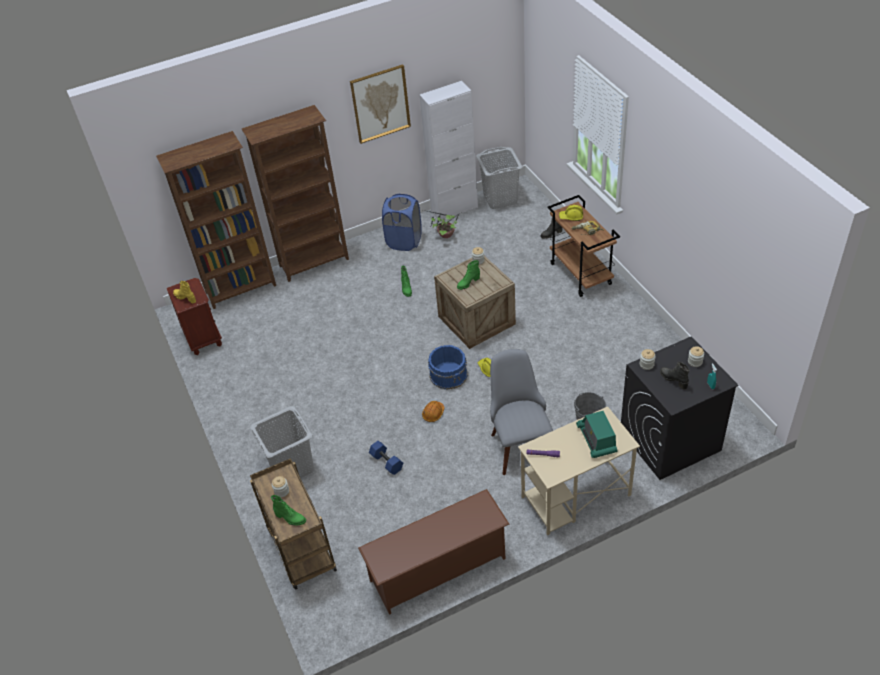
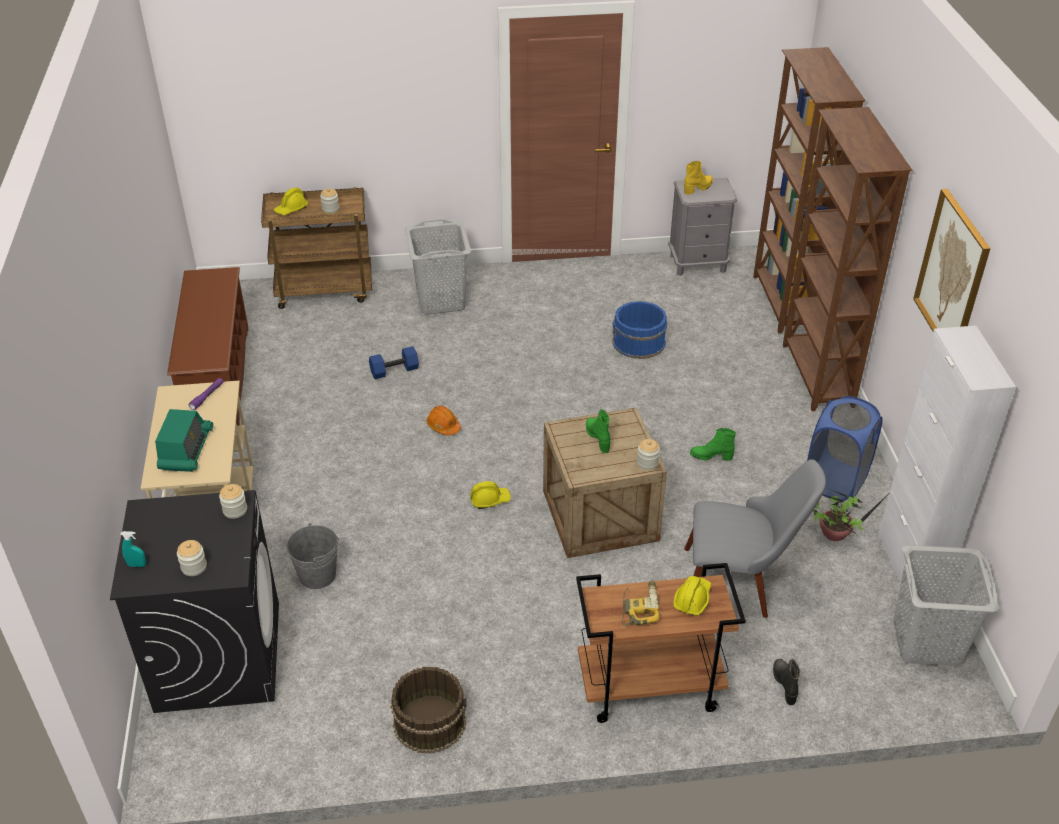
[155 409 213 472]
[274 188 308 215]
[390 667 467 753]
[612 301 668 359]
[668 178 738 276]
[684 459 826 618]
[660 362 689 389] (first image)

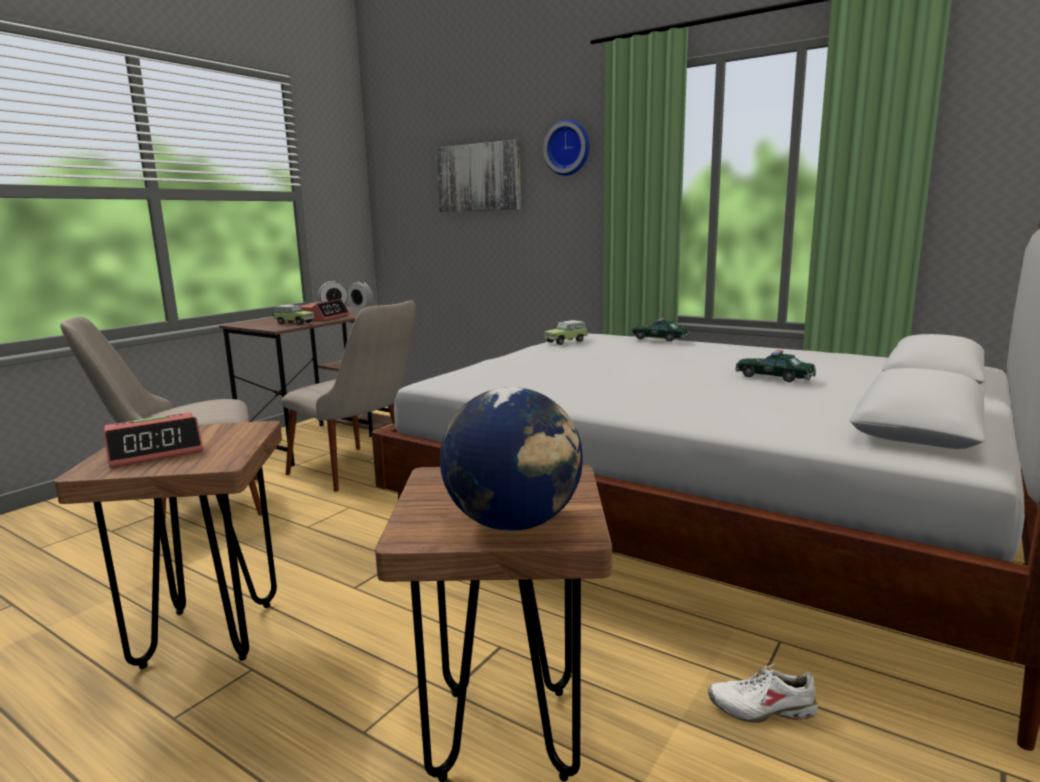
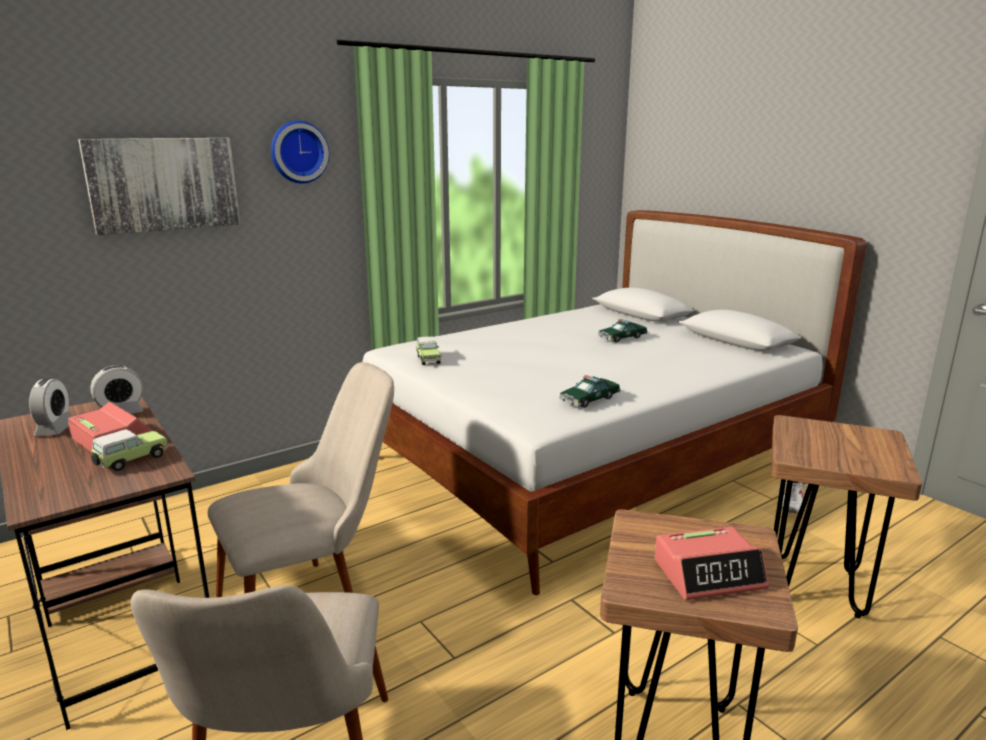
[559 375 621 408]
[655 527 769 600]
[440 387 583 531] (first image)

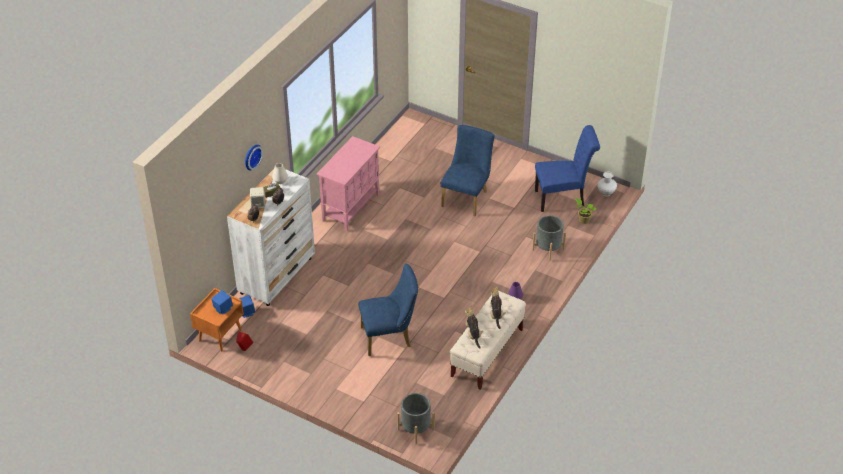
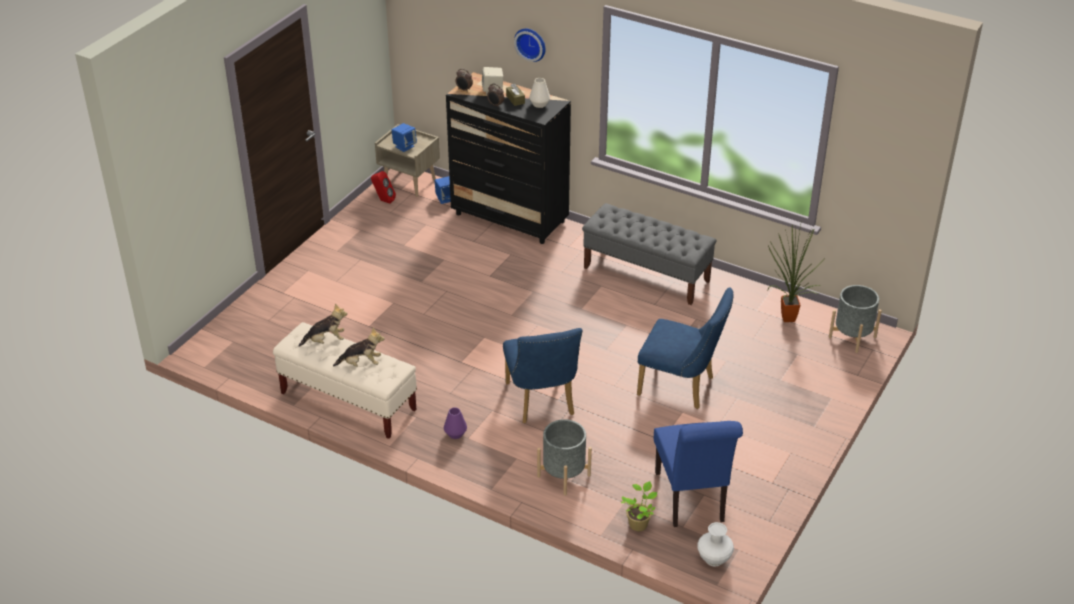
[375 124 440 197]
[446 72 571 244]
[503 328 582 423]
[582 203 716 305]
[768 220 825 322]
[829 285 882 353]

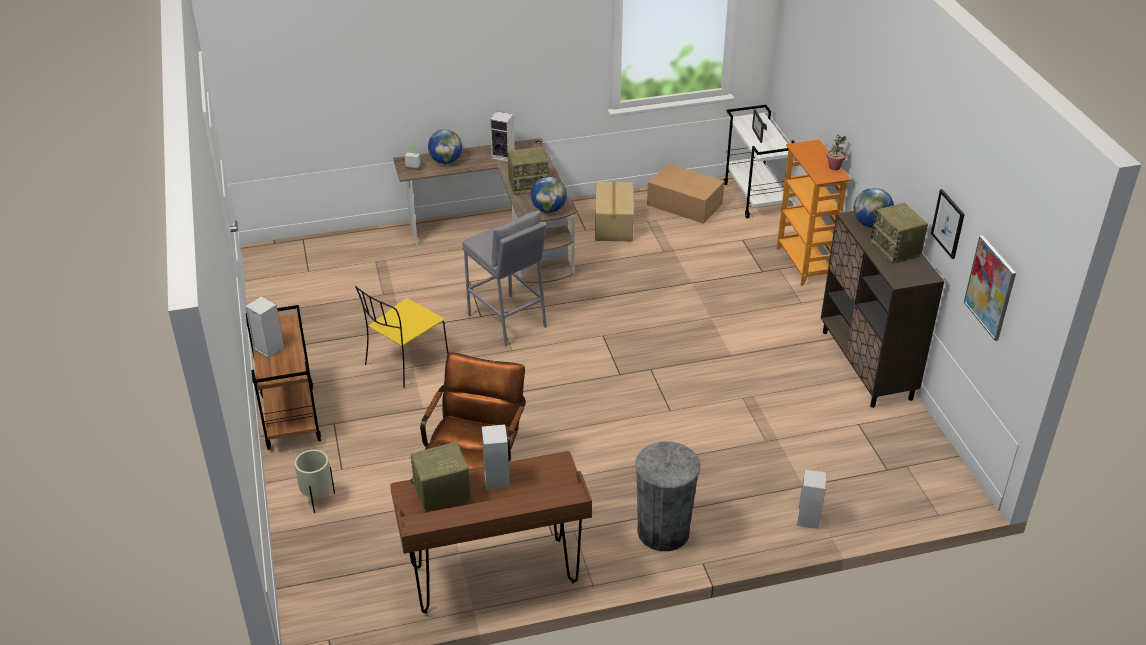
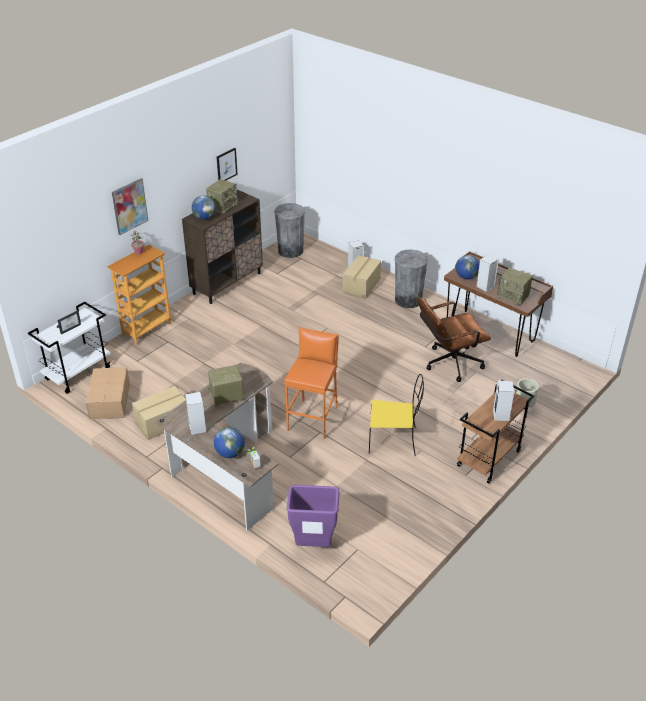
[112 178 148 235]
[208 365 244 406]
[274 203 305 258]
[284 327 339 439]
[287 485 340 547]
[342 255 381 299]
[456 255 480 280]

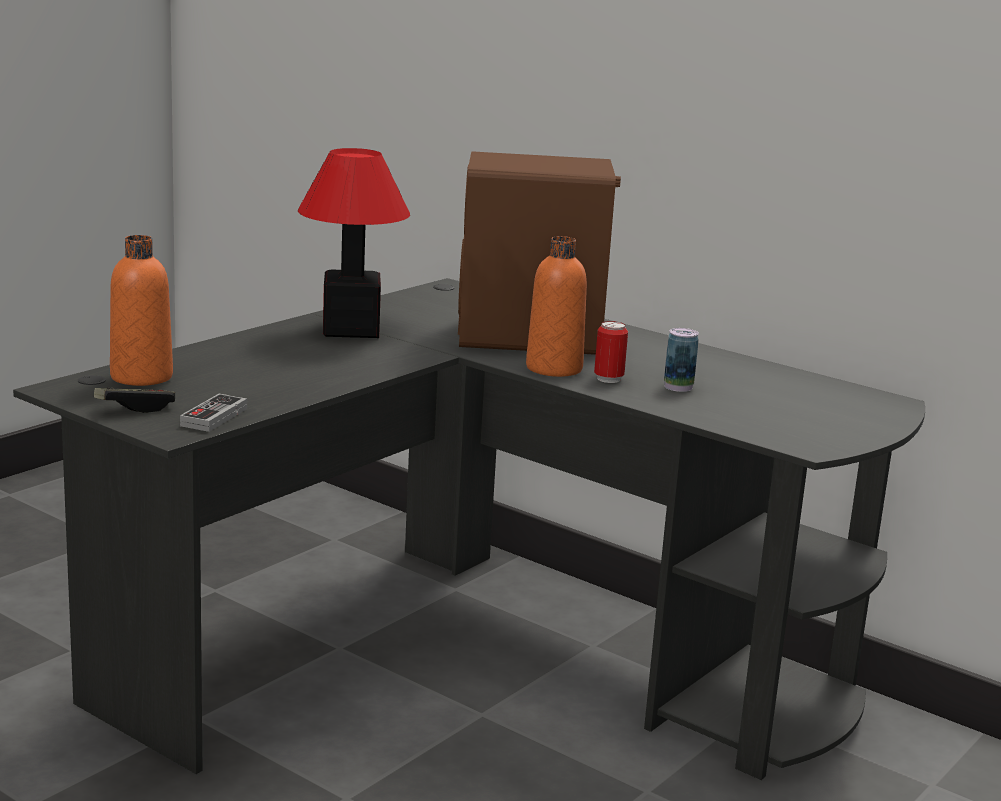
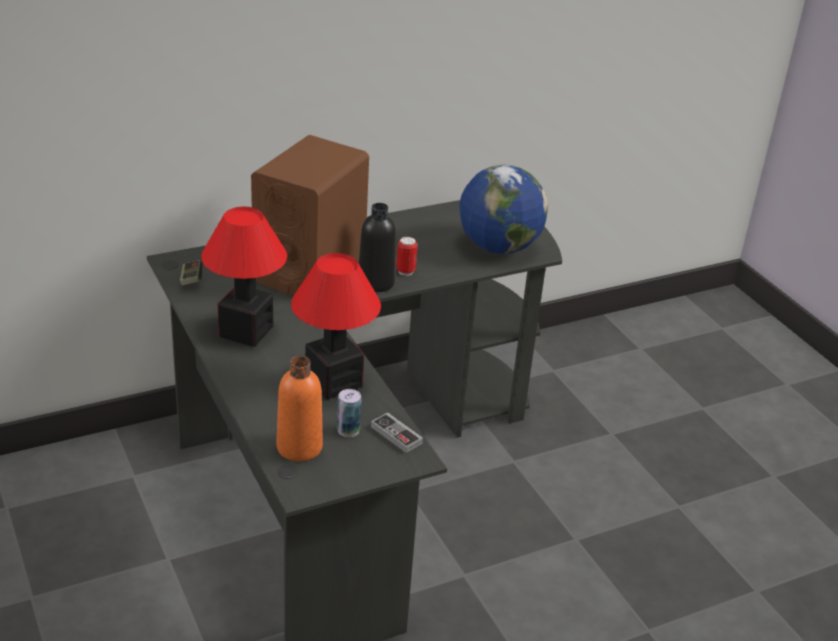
[180 260 202 285]
[291 253 381 399]
[337 389 361 437]
[359 203 396 292]
[460 165 548 254]

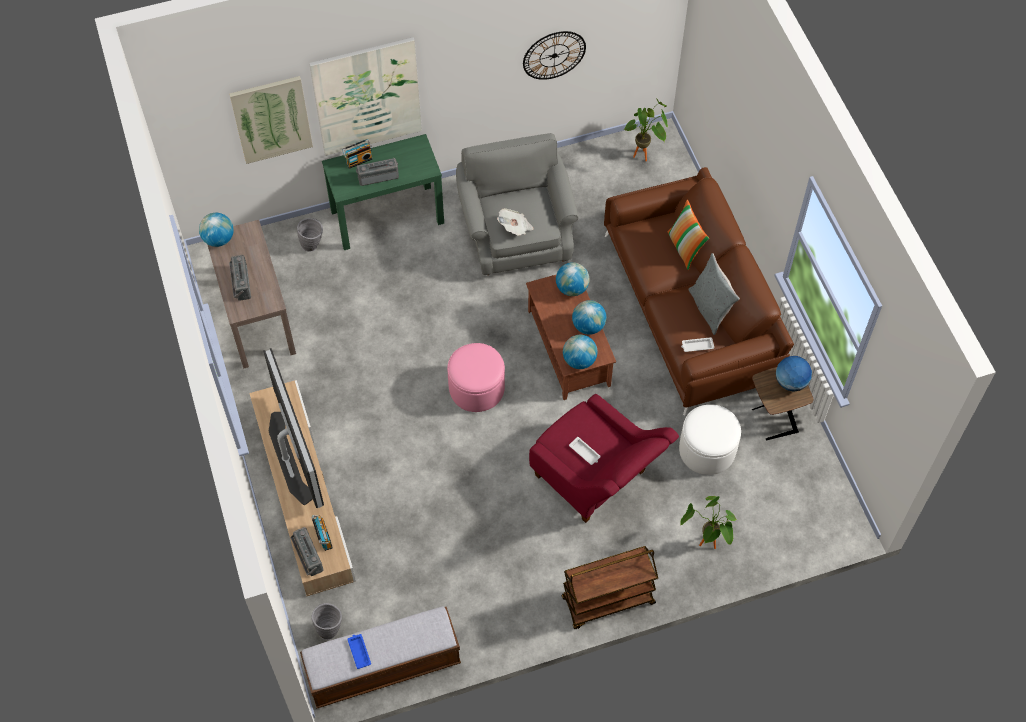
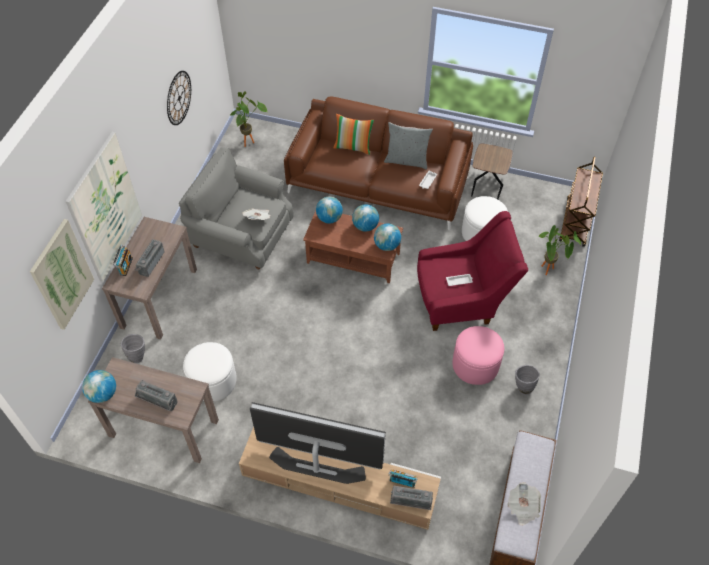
[102 217 197 339]
[183 342 237 401]
[453 326 504 385]
[508 482 541 526]
[515 365 540 395]
[559 157 603 247]
[776 356 812 392] (first image)

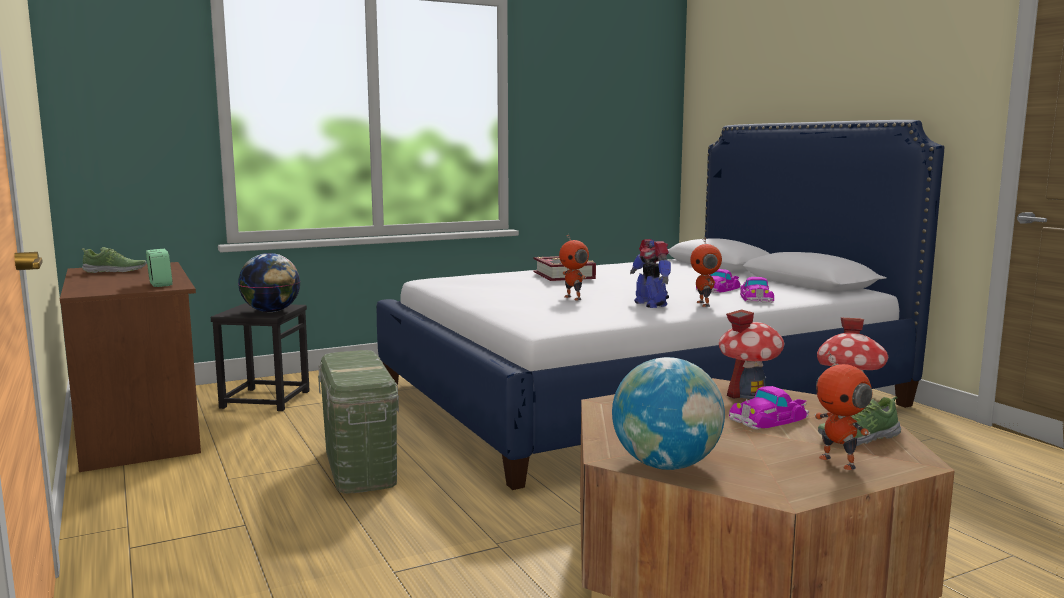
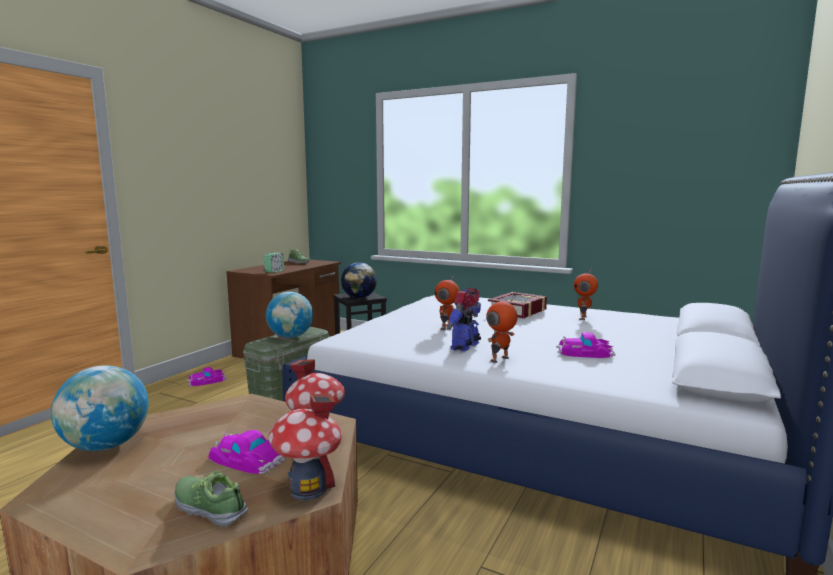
[187 367 227 386]
[266 292 313 338]
[574 269 598 320]

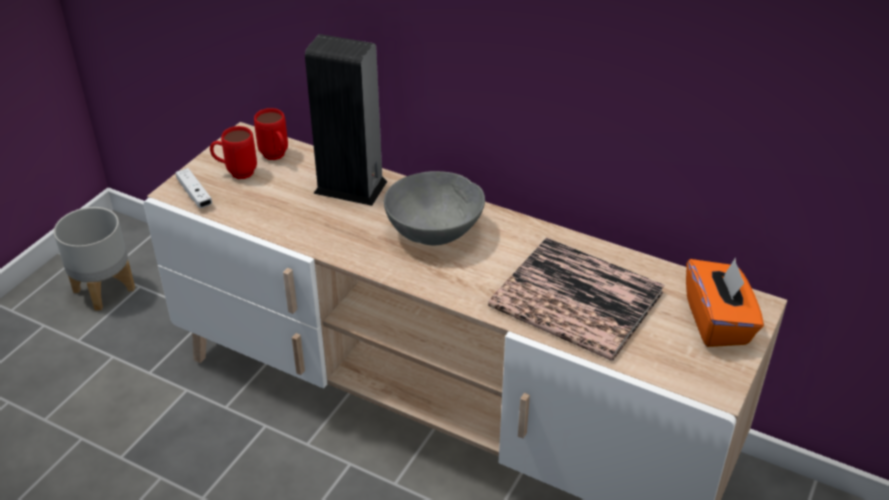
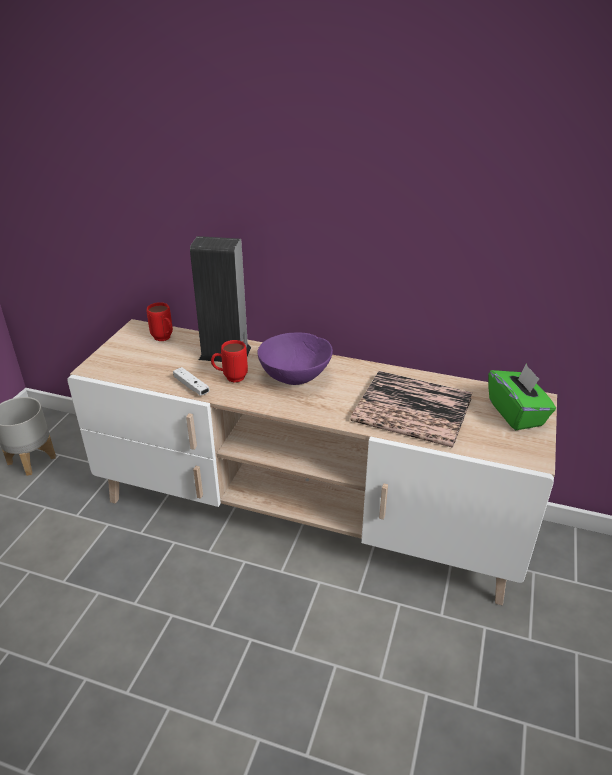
[173 367 210 396]
[211 340 248 383]
[257 333 333 385]
[488 364 556 430]

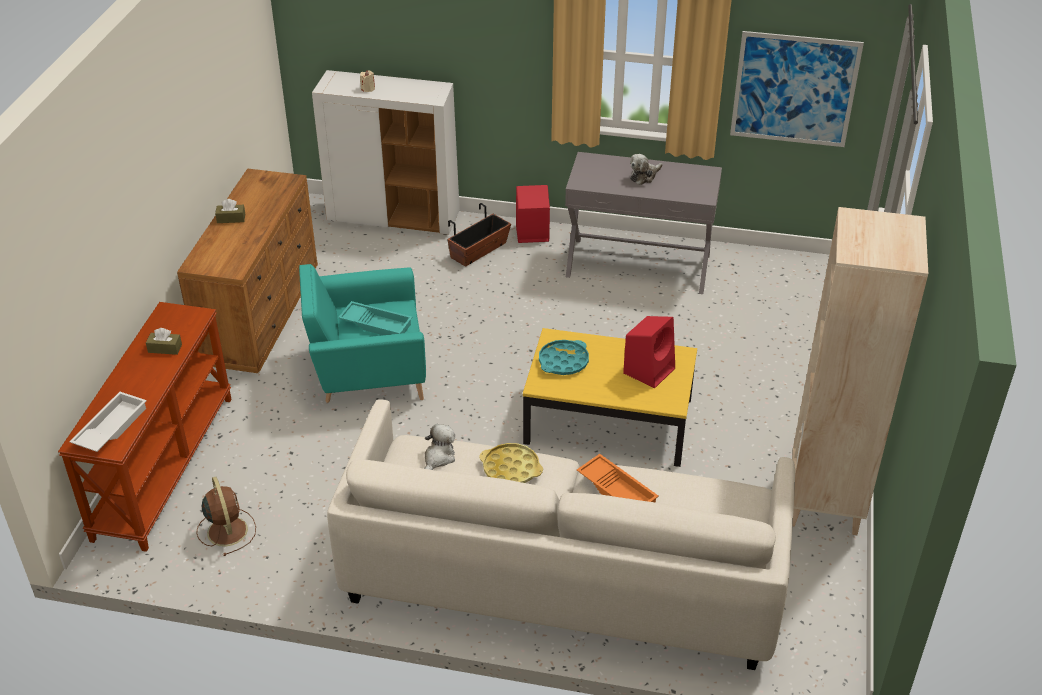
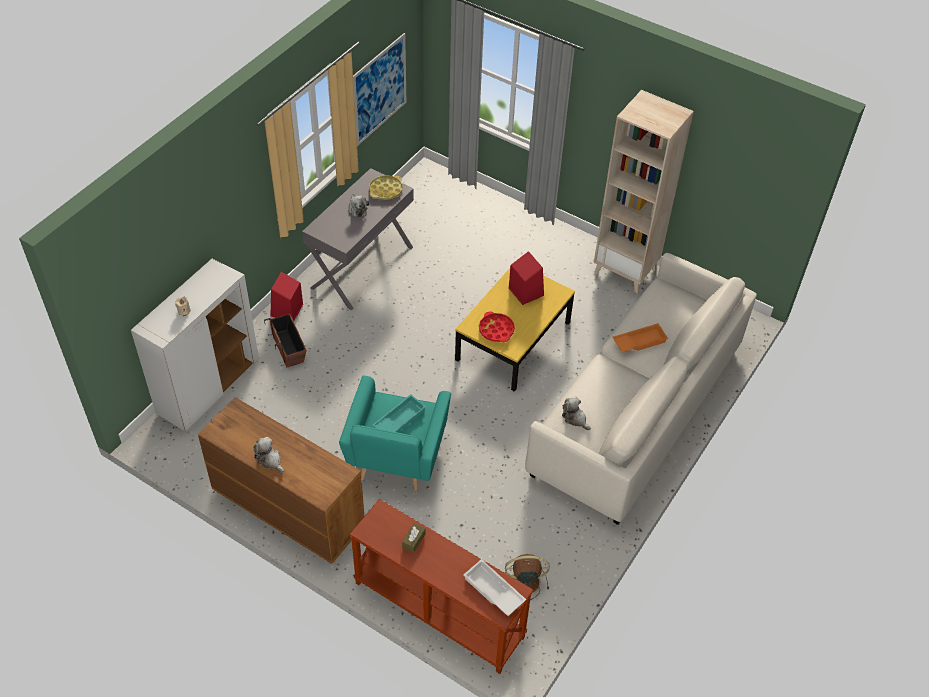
[253 437 284 473]
[369 175 403 200]
[479 311 515 342]

